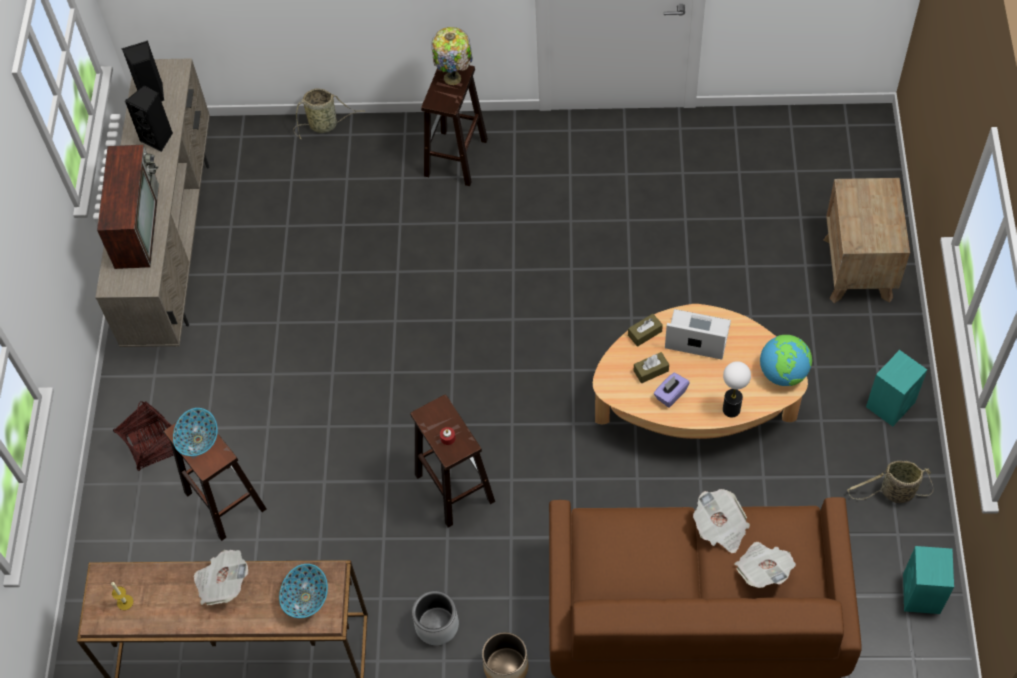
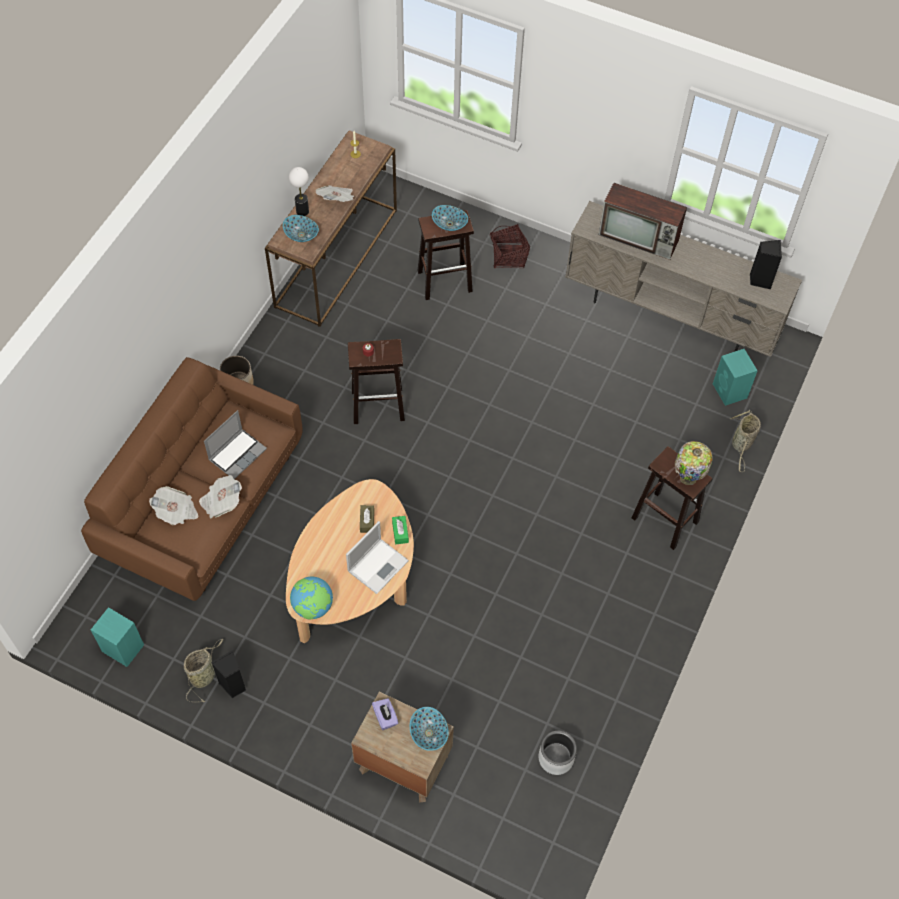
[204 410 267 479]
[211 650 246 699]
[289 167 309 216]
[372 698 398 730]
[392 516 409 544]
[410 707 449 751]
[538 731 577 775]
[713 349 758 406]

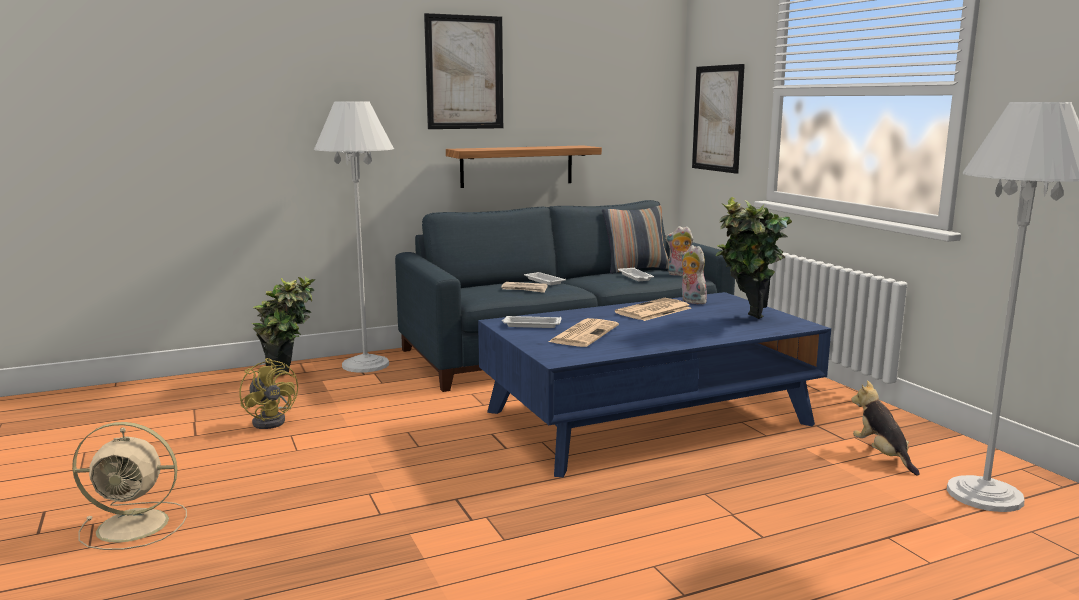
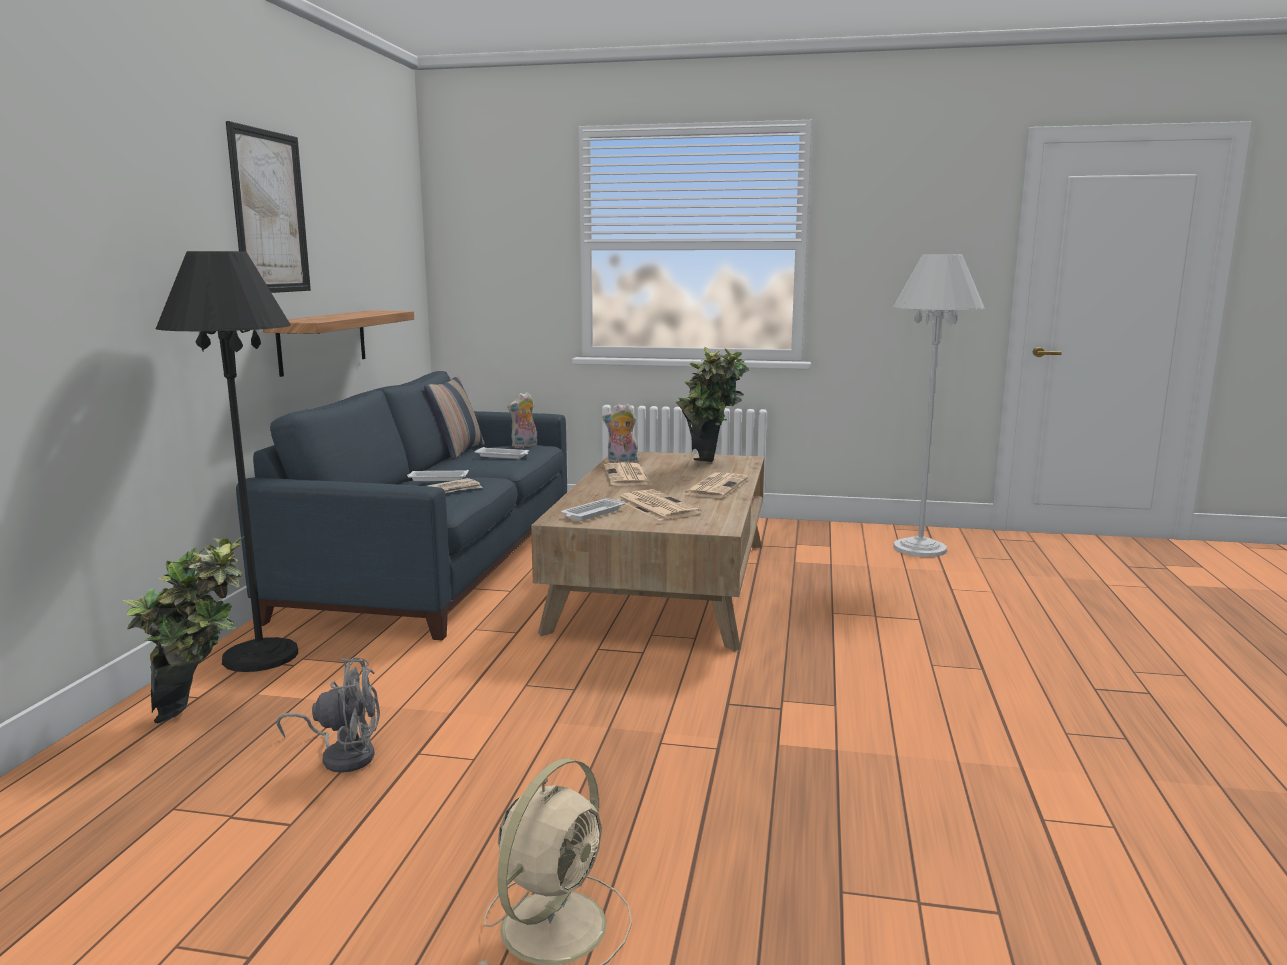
[156 251 298 672]
[277 657 380 773]
[531 452 764 652]
[681 472 748 498]
[692 64 745 174] (first image)
[851 380 920 476] (first image)

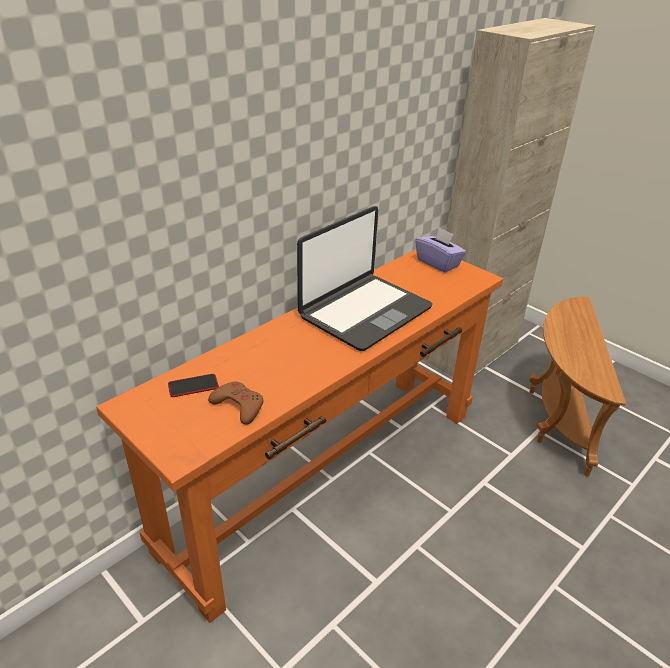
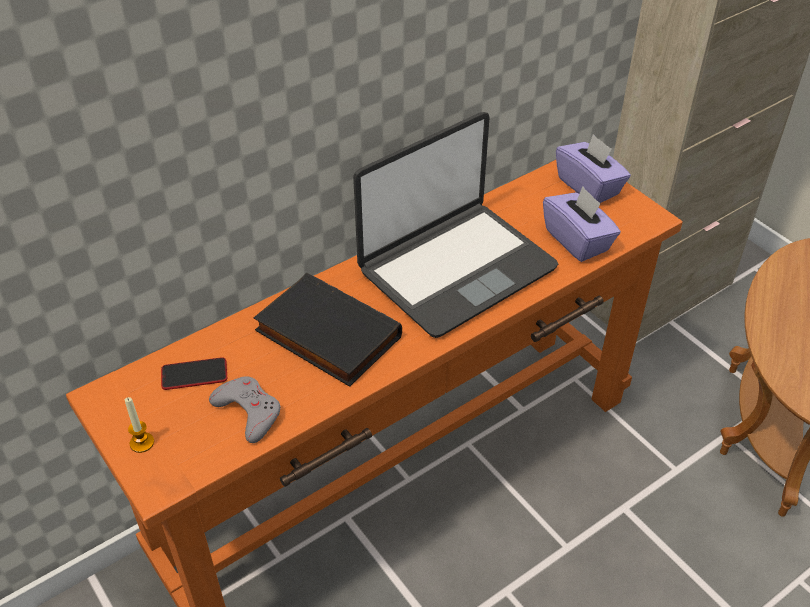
[125 397 154 453]
[209 376 281 443]
[254 273 402 387]
[543 186 621 262]

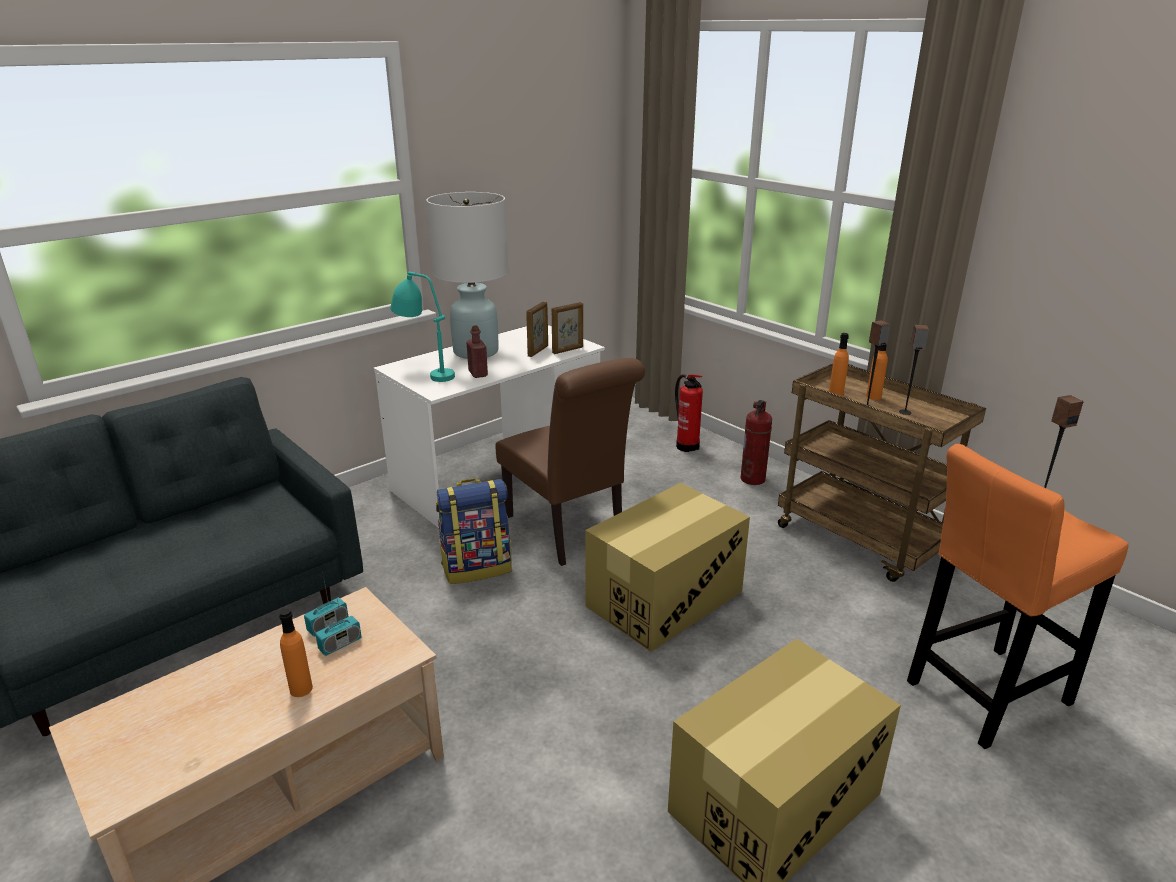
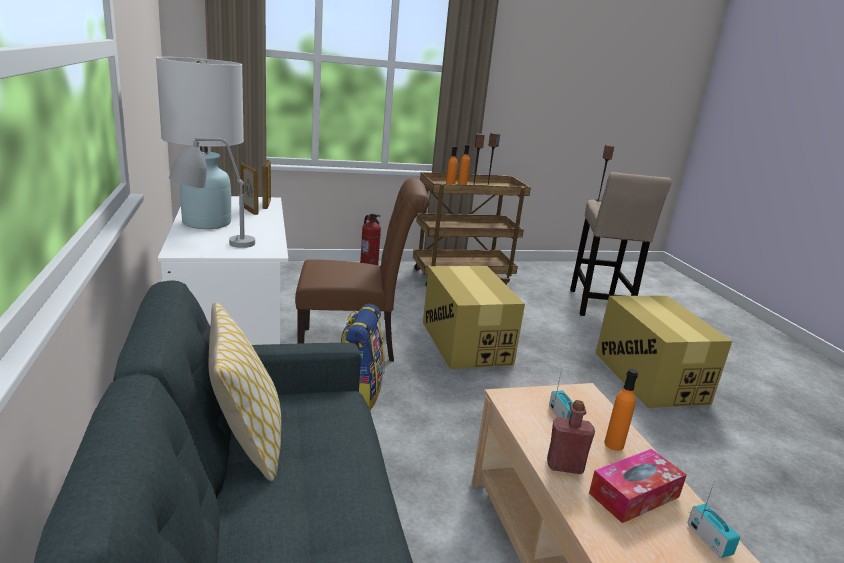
[169 137 255 248]
[208 303 281 481]
[547 400 595 474]
[570 172 672 316]
[589 449 687 523]
[687 480 740 558]
[675 374 703 452] (first image)

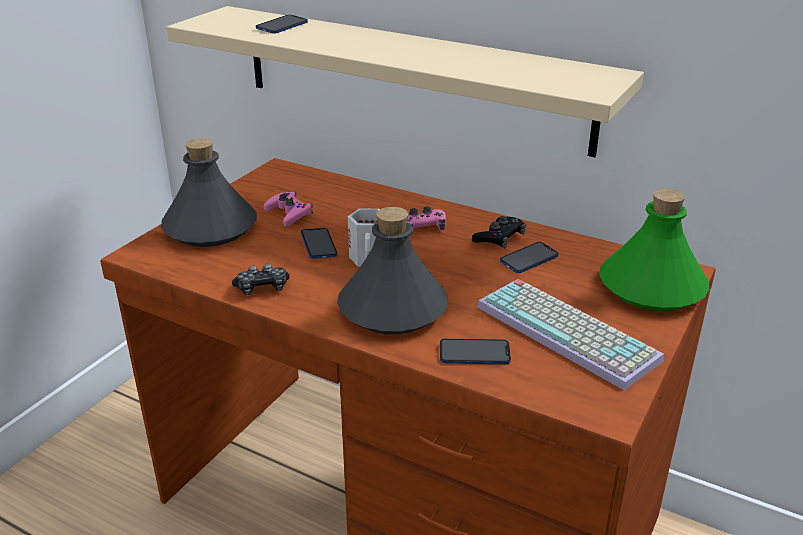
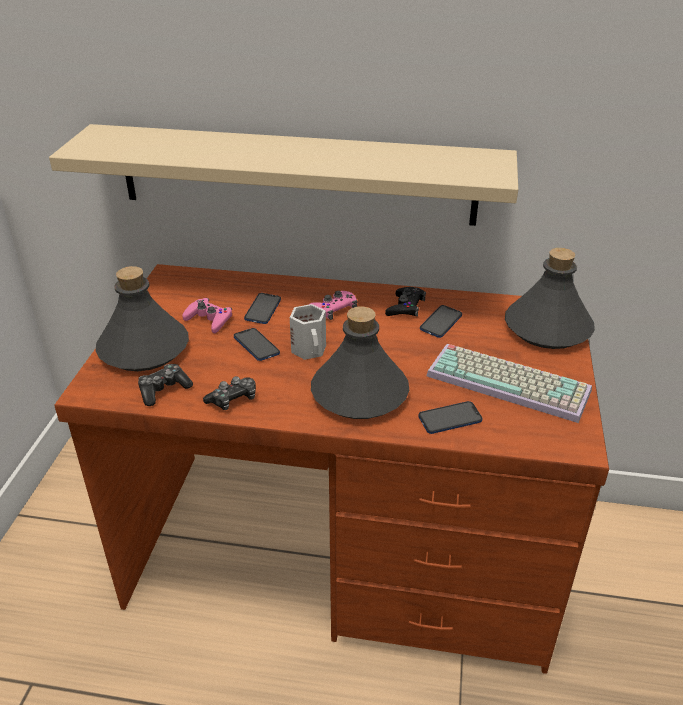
[138 364 193 406]
[244 293 281 324]
[505 248 595 349]

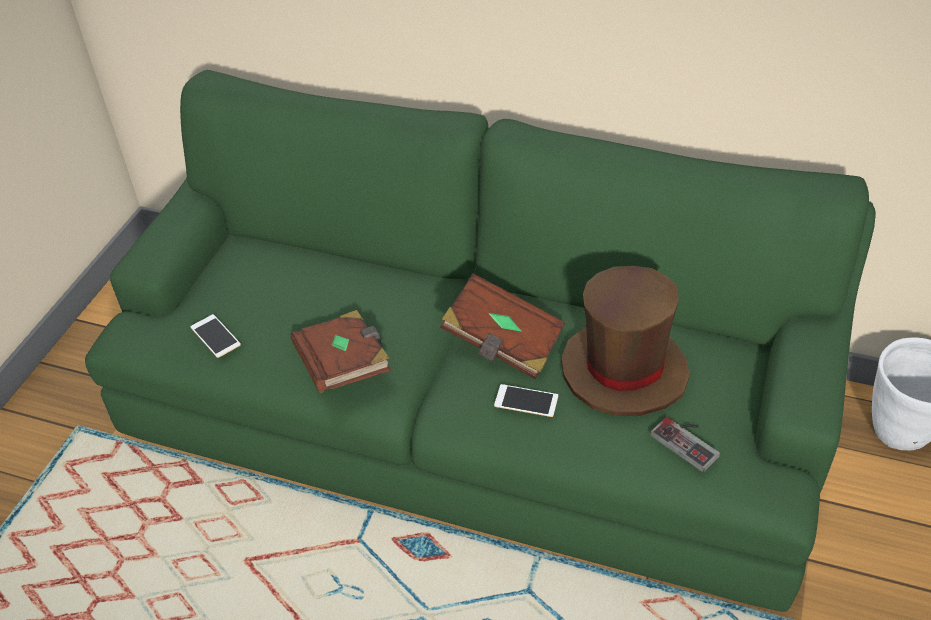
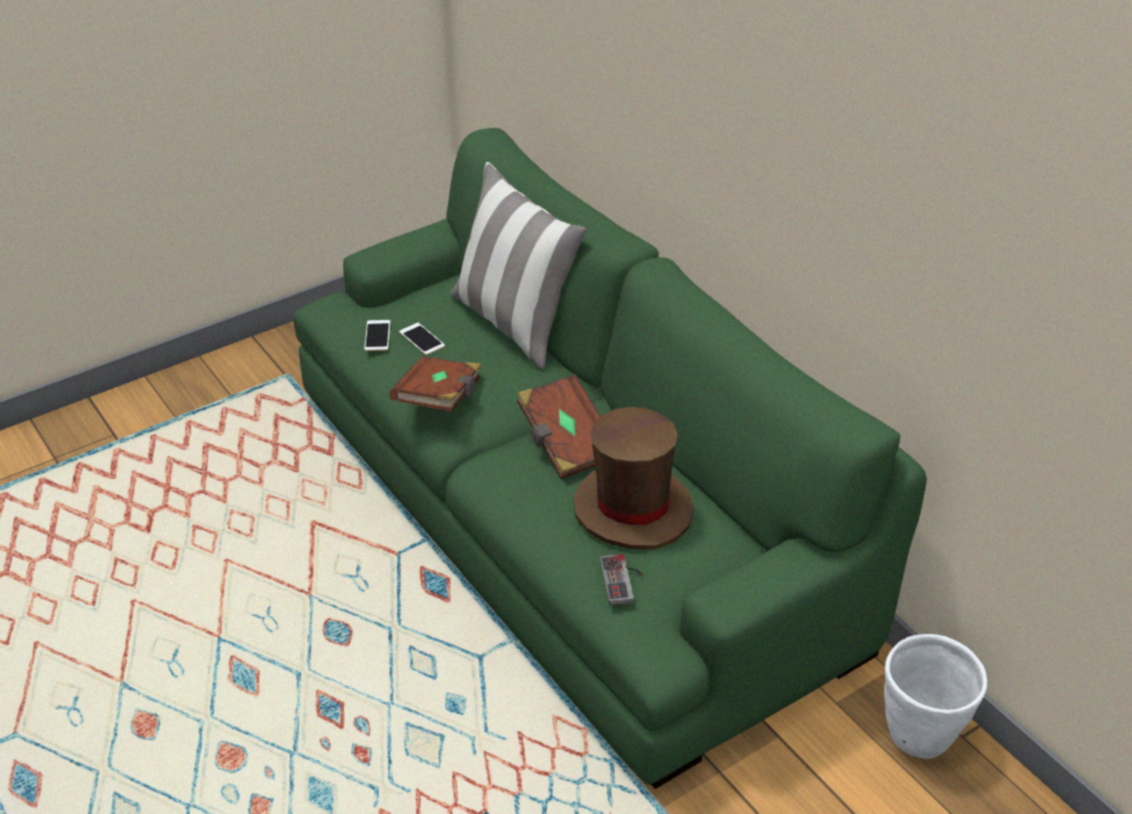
[399 323 445 355]
[451 162 586 370]

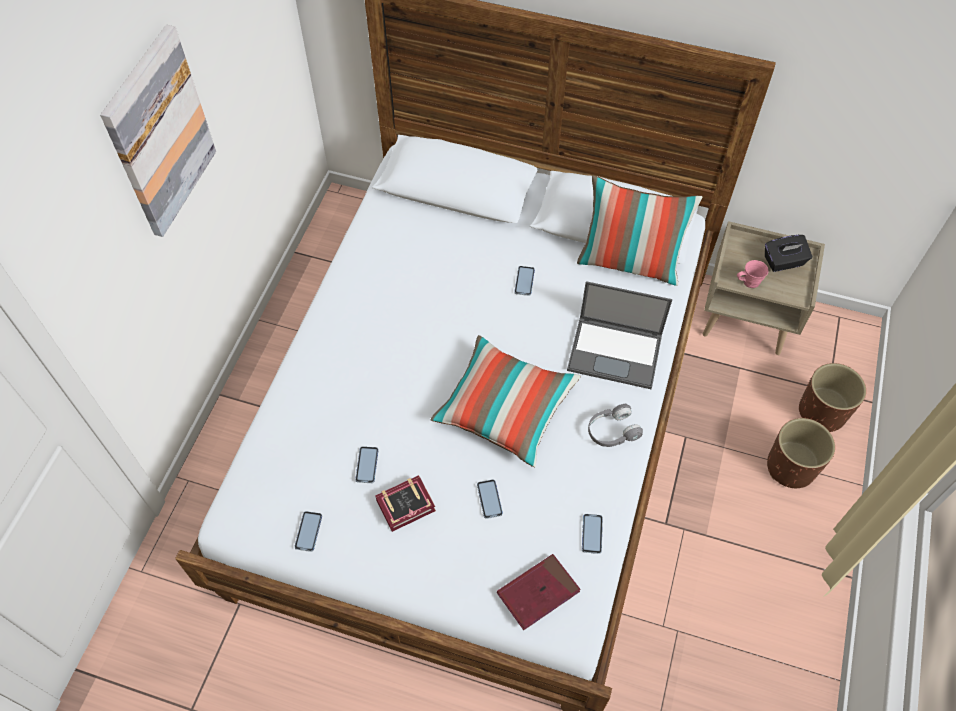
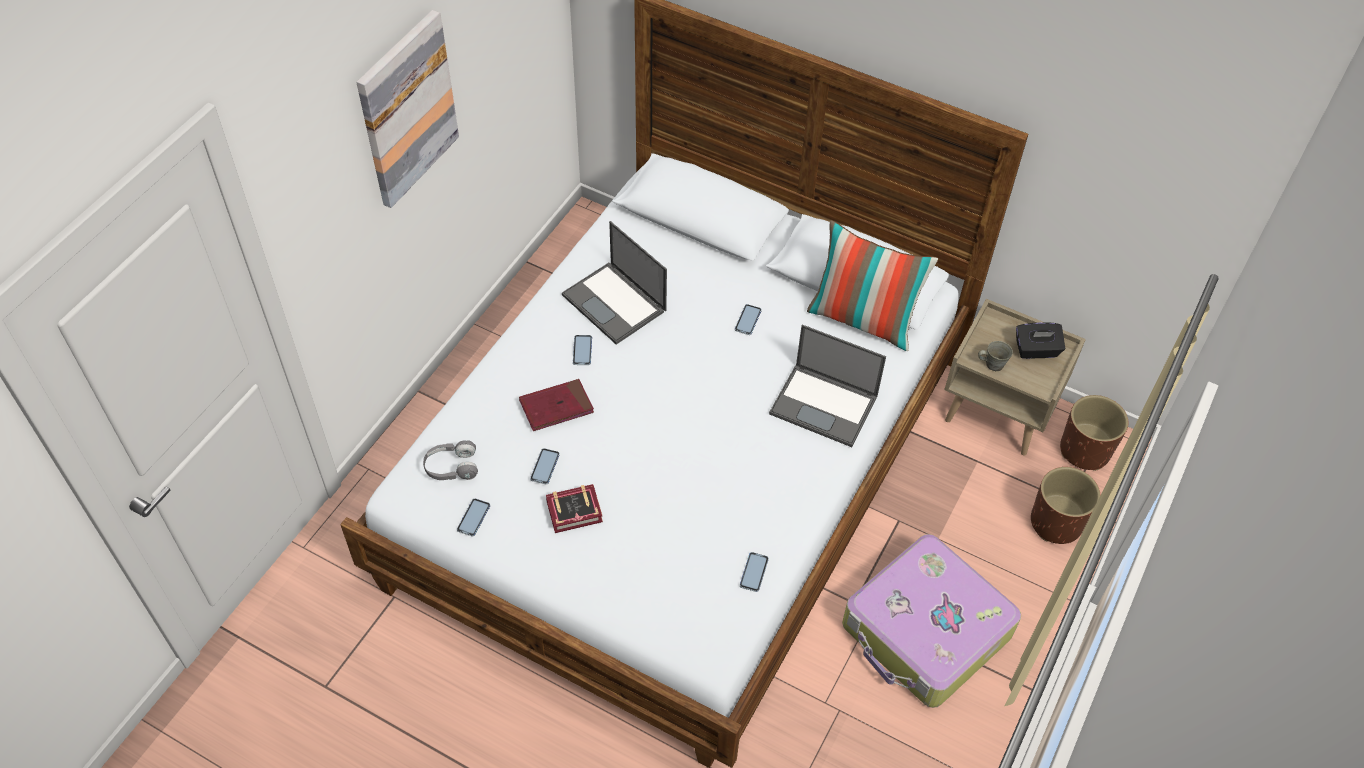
[423 440 478 480]
[519 379 594 431]
[562 221 667 345]
[573 335 592 365]
[842 534 1021 708]
[978 341 1013 371]
[1060 395 1128 471]
[430 335 581 467] (first image)

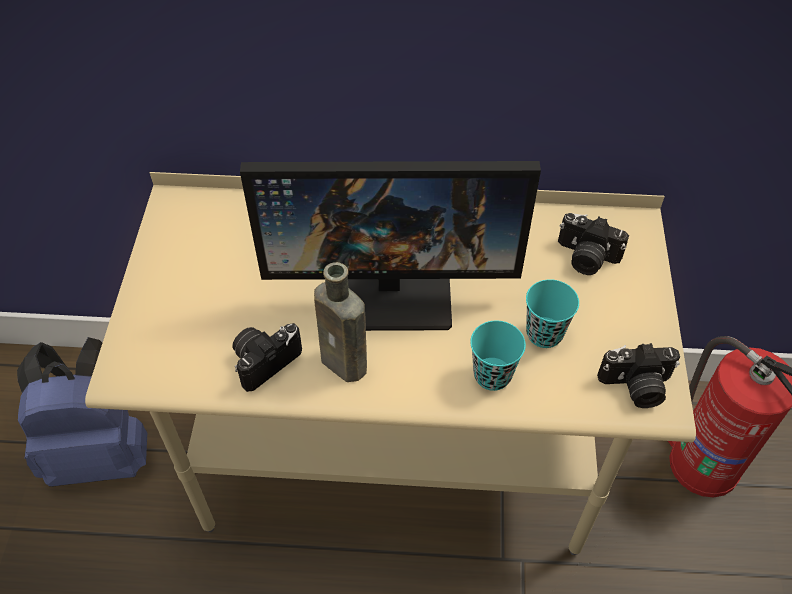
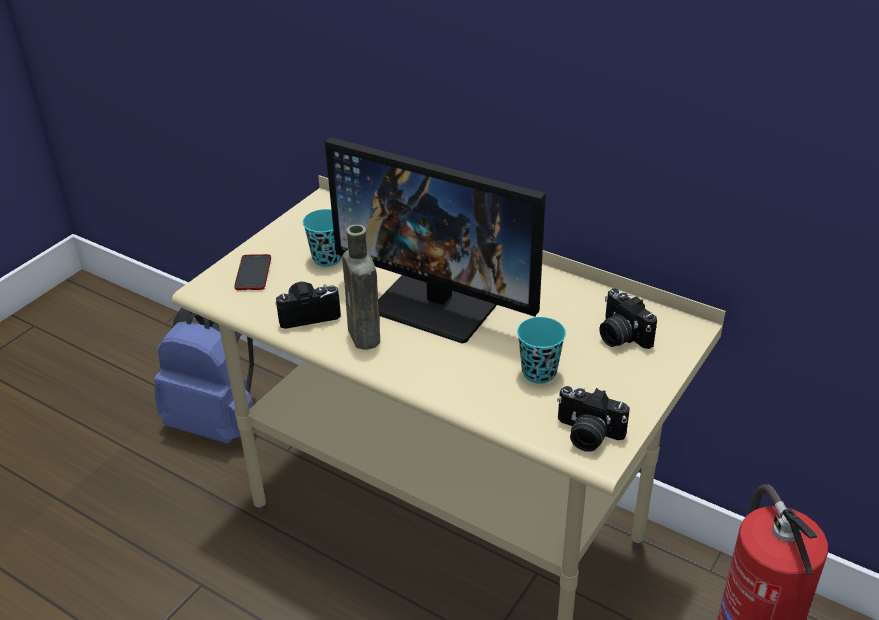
[234 254 271 290]
[303 209 342 267]

